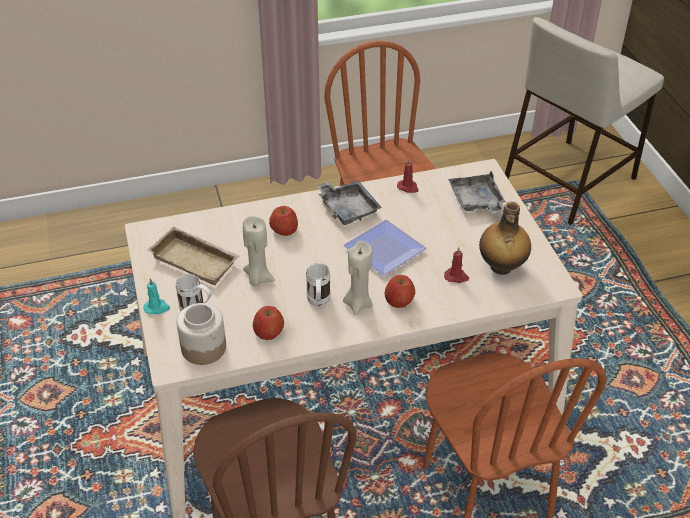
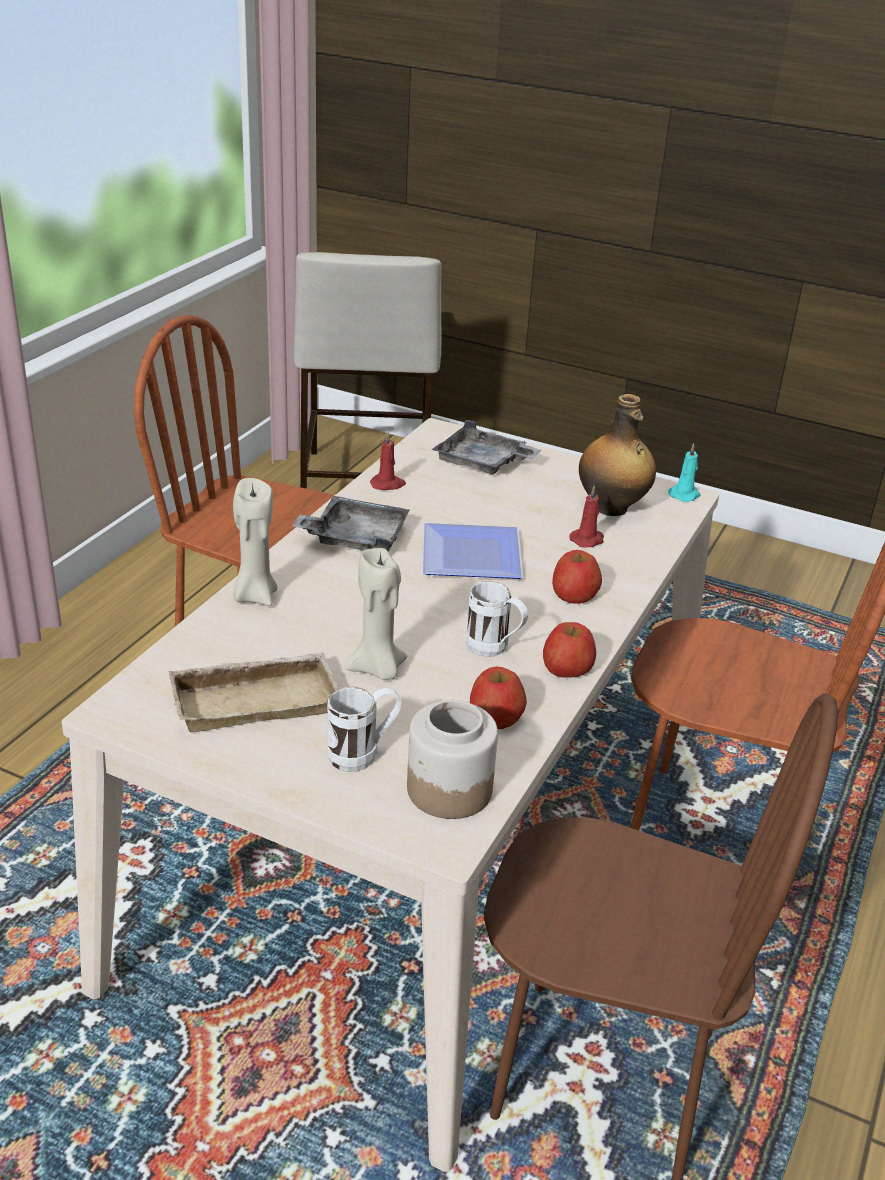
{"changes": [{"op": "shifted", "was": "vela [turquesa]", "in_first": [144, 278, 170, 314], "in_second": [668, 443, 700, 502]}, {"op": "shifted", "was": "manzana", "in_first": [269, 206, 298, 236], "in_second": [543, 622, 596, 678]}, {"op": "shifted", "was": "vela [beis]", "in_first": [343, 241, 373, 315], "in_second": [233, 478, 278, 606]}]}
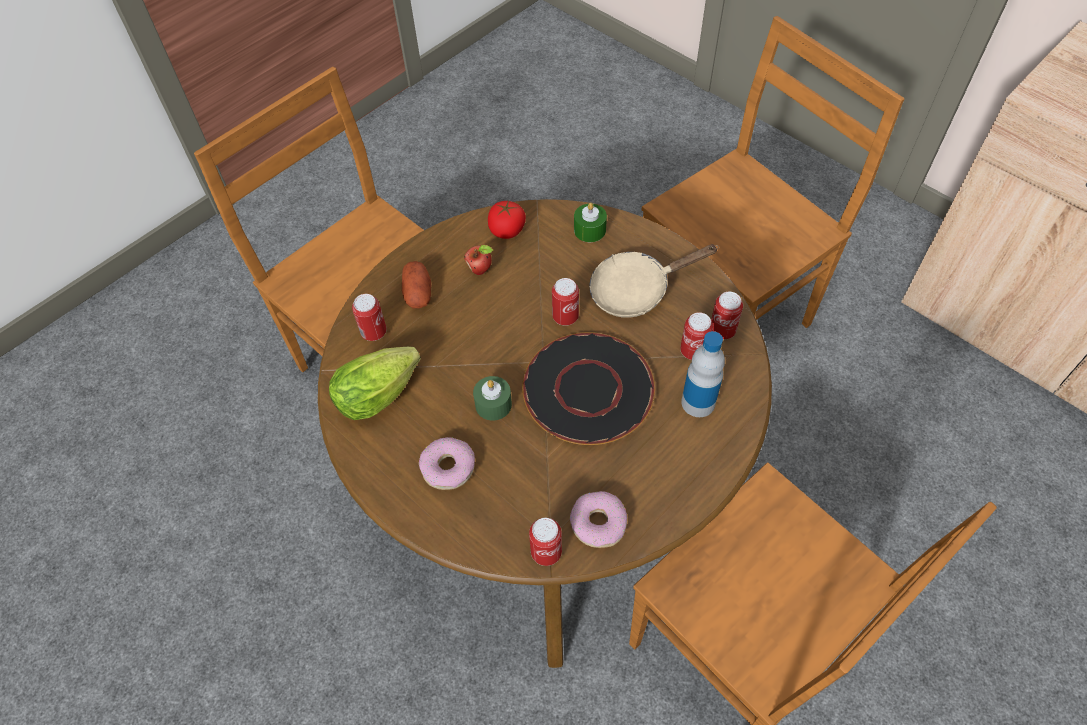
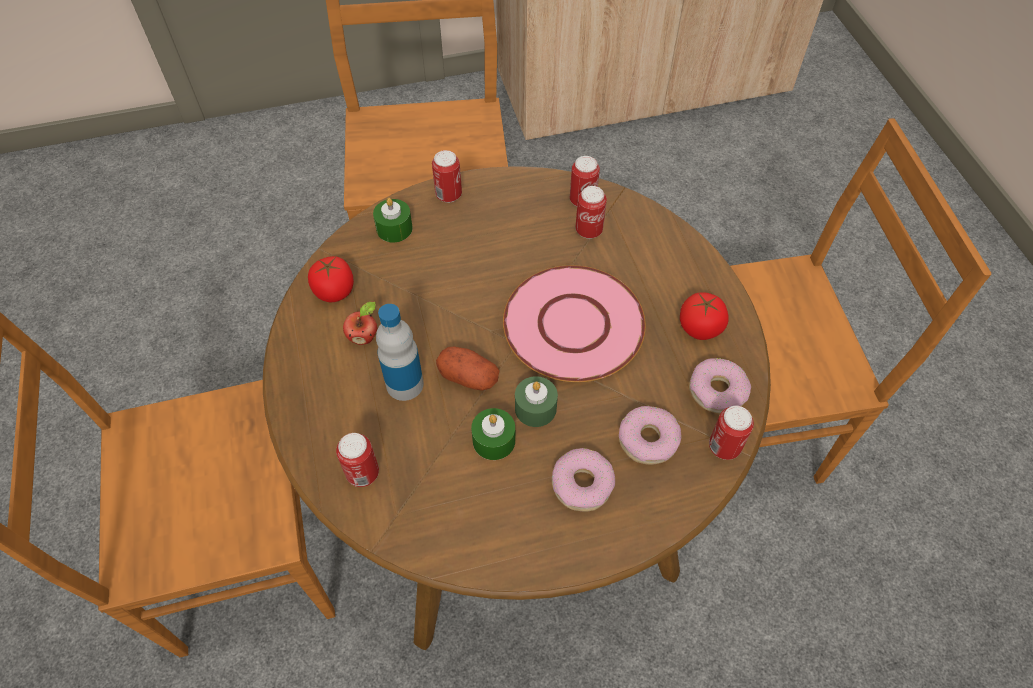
{"changes": [{"op": "gone", "was": "lechuga", "in_first": [329, 347, 421, 420]}, {"op": "shifted", "was": "patata", "in_first": [402, 261, 431, 308], "in_second": [436, 346, 499, 391]}, {"op": "repainted", "was": "plato [negro]", "now": "plato [rosa]", "in_first": [522, 332, 655, 445], "in_second": [503, 265, 646, 382]}, {"op": "shifted", "was": "lata", "in_first": [552, 278, 579, 326], "in_second": [432, 150, 462, 203]}, {"op": "gone", "was": "sartén [beis]", "in_first": [589, 244, 719, 318]}, {"op": "shifted", "was": "botella", "in_first": [681, 331, 725, 417], "in_second": [376, 304, 424, 401]}, {"op": "new", "now": "vela [verde]", "in_second": [471, 408, 515, 460]}, {"op": "new", "now": "rosquilla", "in_second": [619, 406, 682, 465]}, {"op": "new", "now": "tomate", "in_second": [680, 292, 729, 340]}]}
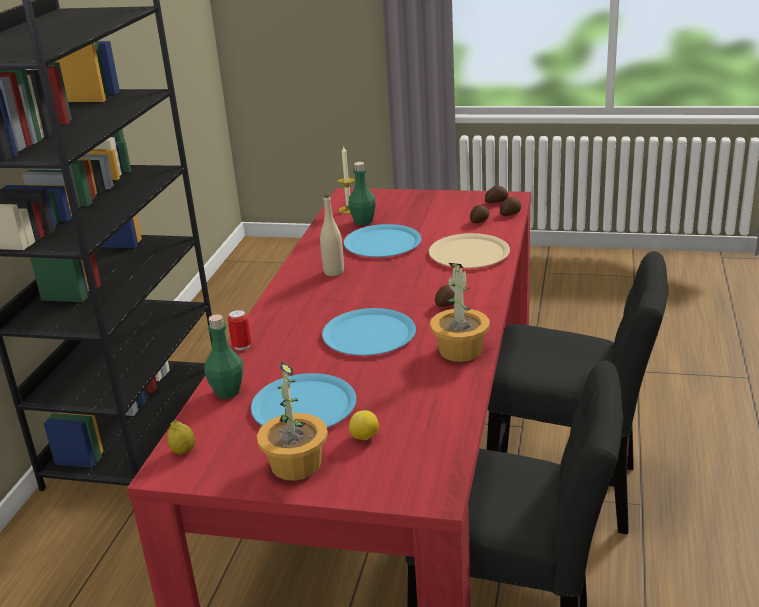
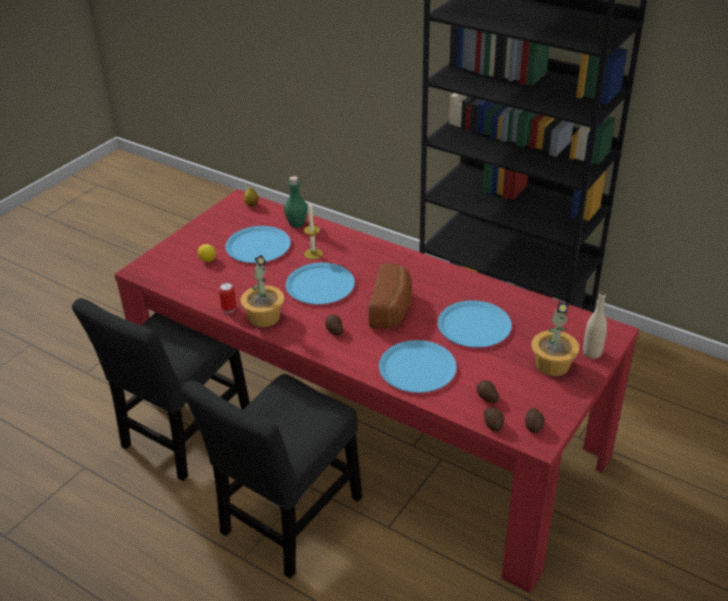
{"changes": [{"op": "shifted", "was": "lata", "in_first": [227, 309, 251, 350], "in_second": [219, 283, 236, 313]}, {"op": "shifted", "was": "planta en maceta", "in_first": [257, 361, 328, 481], "in_second": [532, 302, 579, 376]}, {"op": "shifted", "was": "botella [beis]", "in_first": [320, 194, 344, 276], "in_second": [583, 291, 607, 359]}, {"op": "shifted", "was": "vela", "in_first": [338, 146, 355, 214], "in_second": [304, 202, 323, 260]}, {"op": "gone", "was": "botella [verde]", "in_first": [348, 162, 376, 225]}, {"op": "repainted", "was": "plato [beis]", "now": "plato [azul]", "in_first": [429, 233, 510, 268], "in_second": [379, 340, 457, 393]}, {"op": "new", "now": "pan", "in_second": [368, 263, 412, 329]}]}
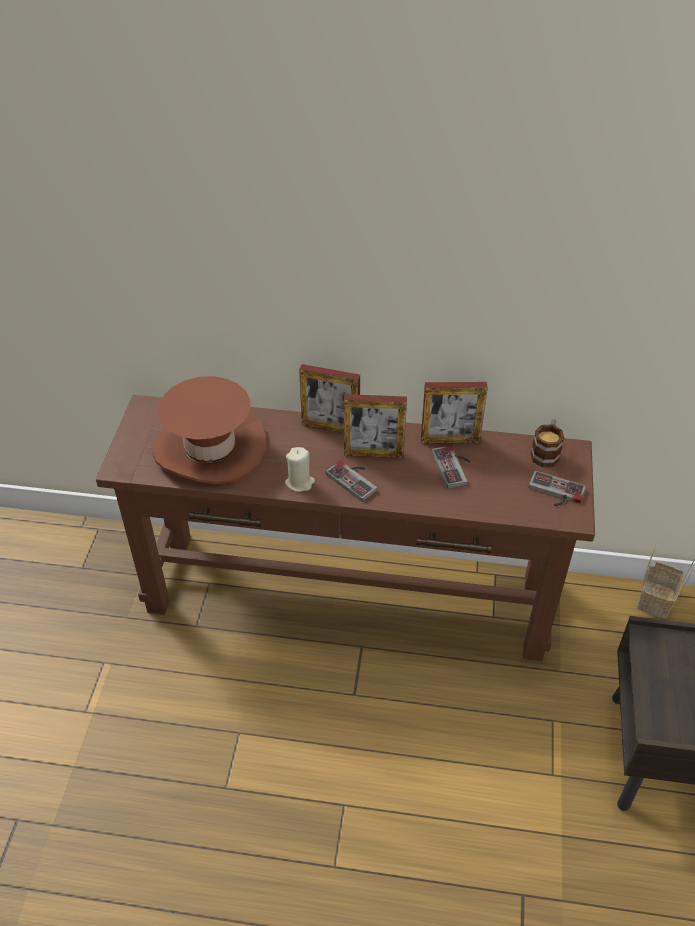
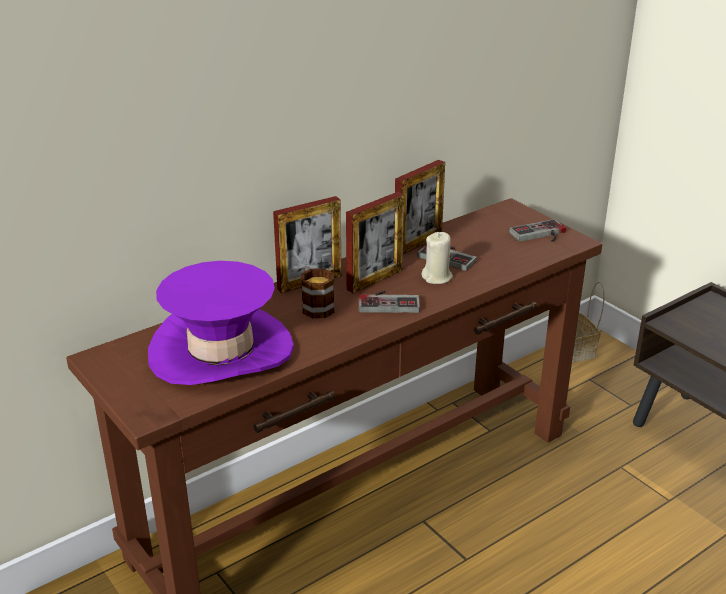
{"changes": [{"op": "repainted", "was": "sombrero [marrón]", "now": "sombrero [morado]", "in_first": [152, 376, 266, 484], "in_second": [148, 261, 294, 385]}, {"op": "shifted", "was": "vela [beis]", "in_first": [285, 447, 315, 492], "in_second": [422, 232, 453, 284]}, {"op": "shifted", "was": "taza grande", "in_first": [531, 419, 564, 467], "in_second": [301, 266, 335, 318]}]}
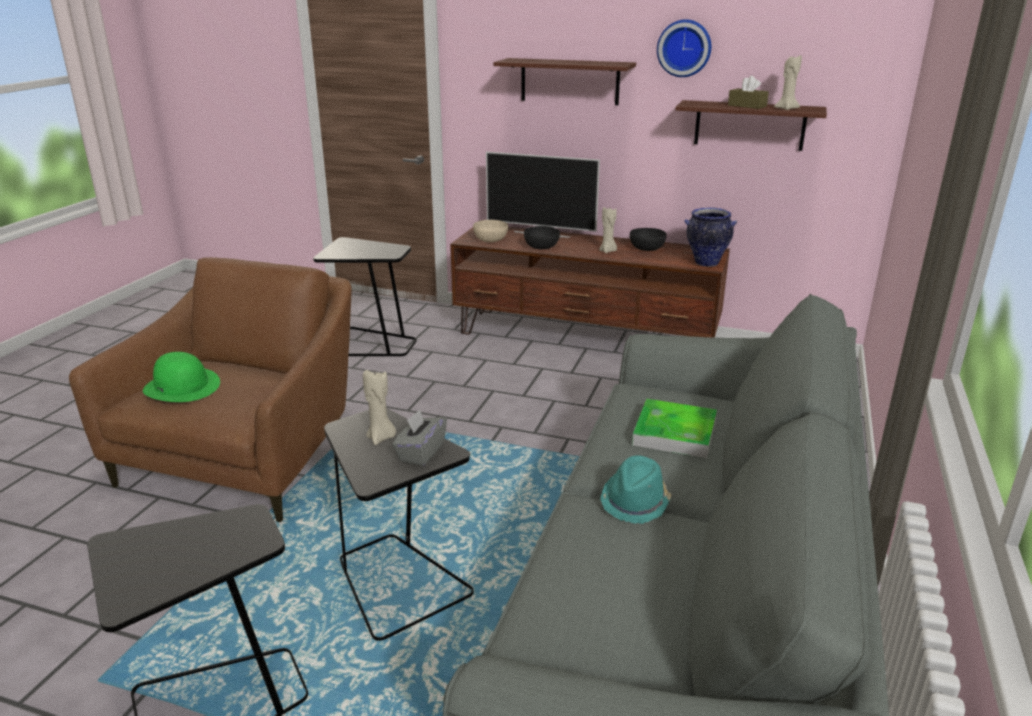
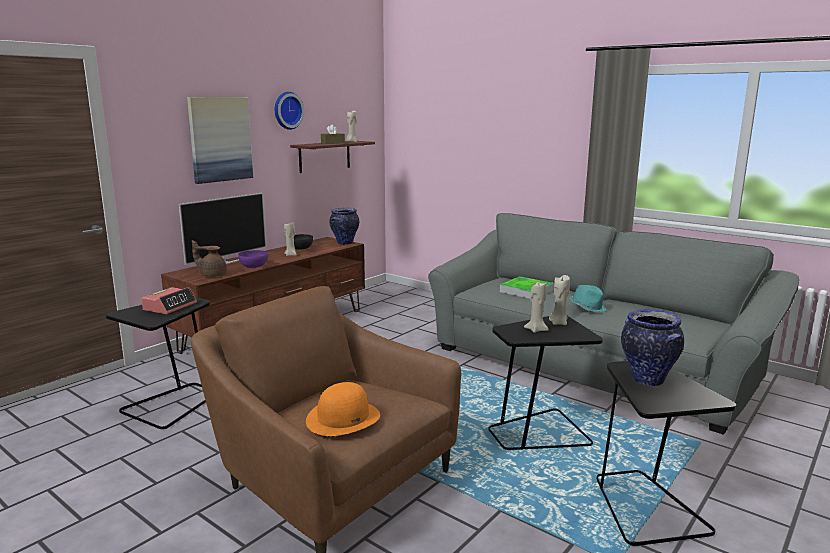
{"changes": [{"op": "repainted", "was": "sombrero [verde]", "now": "sombrero [naranja]", "in_first": [143, 352, 220, 402], "in_second": [306, 382, 380, 436]}, {"op": "swapped", "was": "caja de pañuelos [gris]", "now": "vela [beis]", "in_first": [392, 409, 447, 466], "in_second": [549, 275, 570, 325]}, {"op": "swapped", "was": "cuenco [beis]", "now": "tetera [marrón]", "in_first": [473, 220, 508, 242], "in_second": [192, 240, 227, 277]}, {"op": "swapped", "was": "estante", "now": "cuadro", "in_first": [494, 58, 636, 105], "in_second": [187, 97, 253, 184]}, {"op": "repainted", "was": "cuenco [negro]", "now": "cuenco [morado]", "in_first": [524, 226, 560, 249], "in_second": [238, 250, 268, 268]}, {"op": "new", "now": "despertador", "in_second": [142, 287, 197, 314]}, {"op": "new", "now": "florero", "in_second": [621, 309, 684, 386]}]}
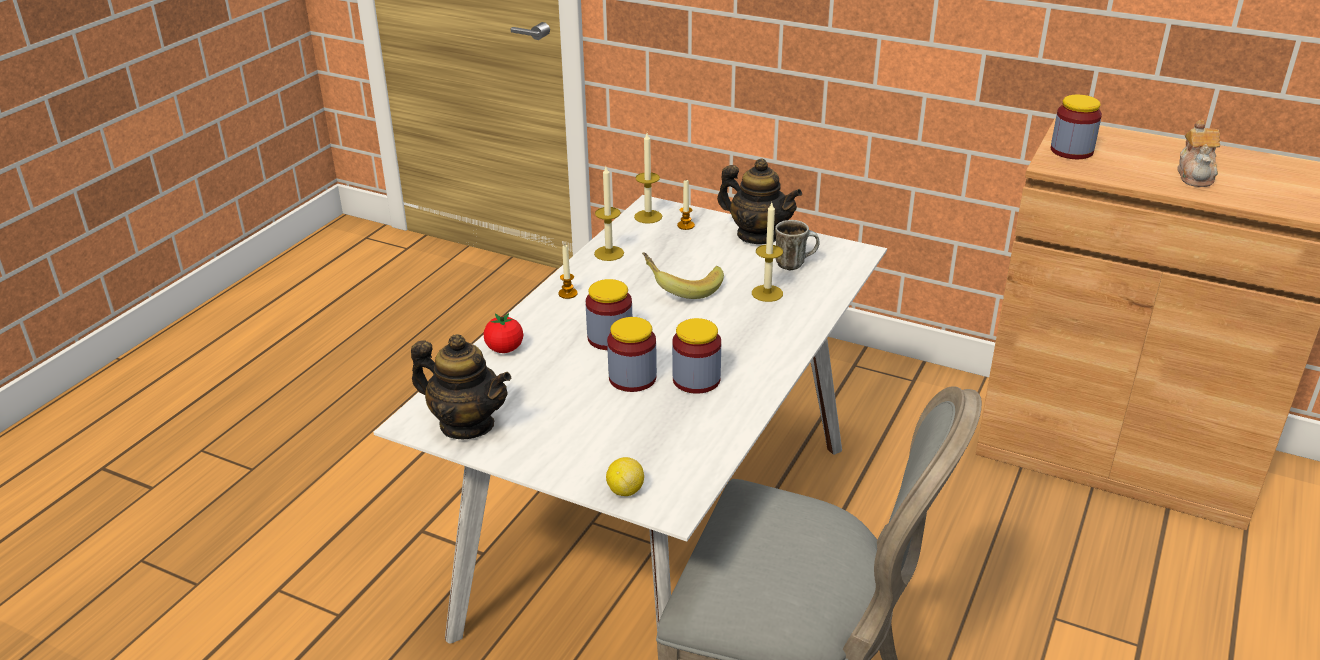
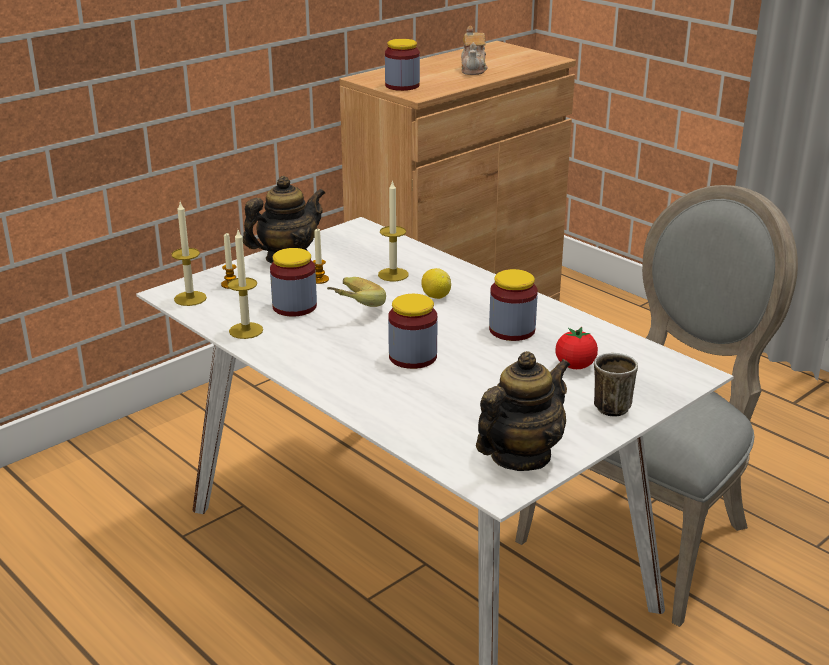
{"changes": [{"op": "shifted", "was": "tomate", "in_first": [484, 313, 523, 353], "in_second": [555, 327, 598, 369]}, {"op": "shifted", "was": "vela", "in_first": [558, 245, 578, 299], "in_second": [313, 229, 329, 284]}, {"op": "shifted", "was": "limón", "in_first": [606, 457, 644, 496], "in_second": [421, 268, 451, 299]}, {"op": "shifted", "was": "tarro", "in_first": [607, 317, 657, 392], "in_second": [270, 248, 317, 317]}, {"op": "shifted", "was": "taza grande", "in_first": [775, 220, 819, 270], "in_second": [594, 353, 638, 417]}, {"op": "rotated", "was": "tetera", "in_first": [1177, 120, 1220, 187], "in_second": [461, 26, 488, 75], "clockwise": 60}]}
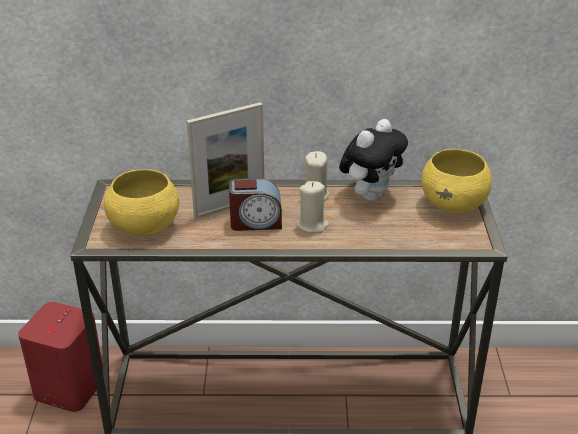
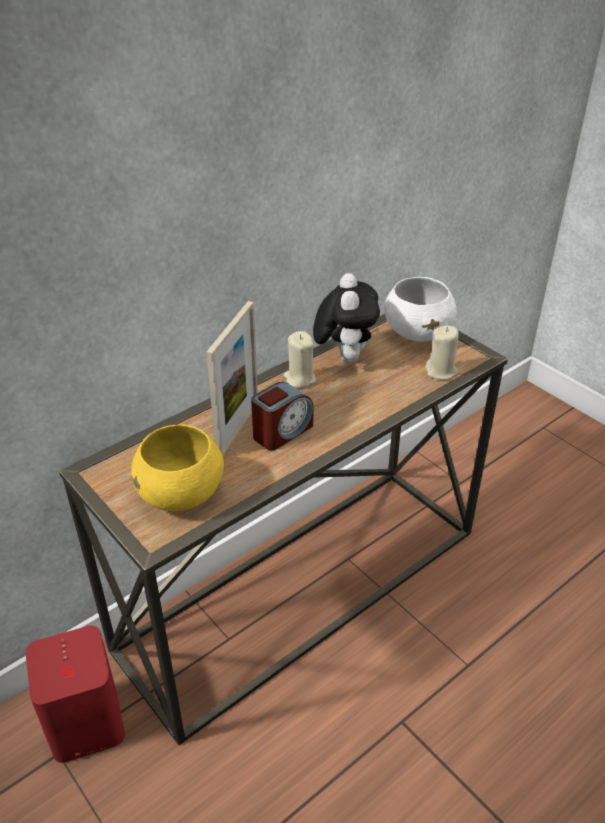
{"changes": [{"op": "shifted", "was": "vela [beis]", "in_first": [296, 181, 329, 233], "in_second": [425, 326, 459, 380]}, {"op": "repainted", "was": "cuenco [amarillo]", "now": "cuenco [blanco]", "in_first": [421, 149, 492, 213], "in_second": [384, 277, 456, 342]}]}
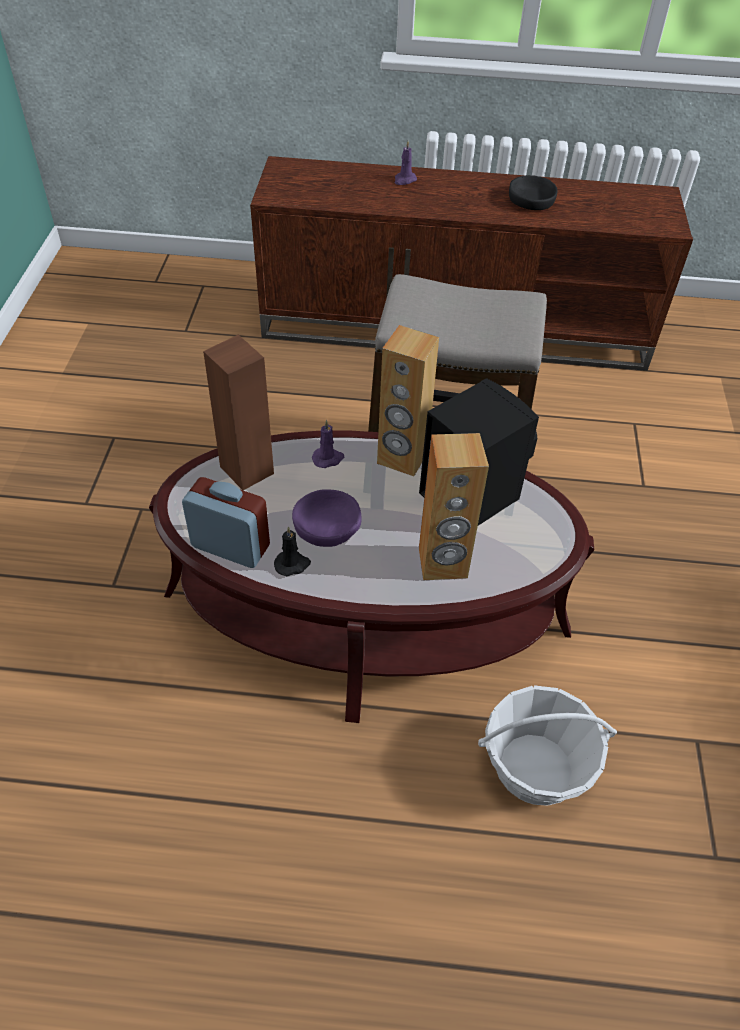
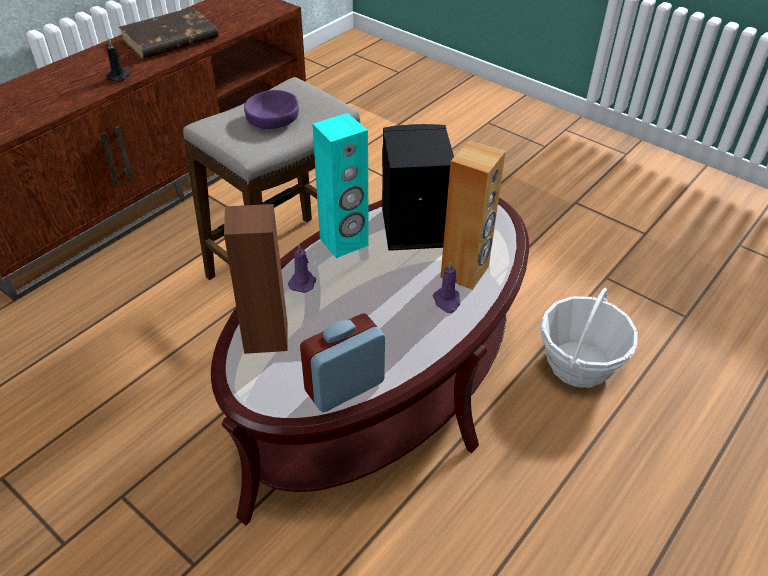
{"changes": [{"op": "shifted", "was": "vela [negro]", "in_first": [274, 526, 311, 576], "in_second": [106, 39, 130, 82]}, {"op": "shifted", "was": "cuenco [morado]", "in_first": [292, 489, 362, 547], "in_second": [244, 90, 299, 129]}, {"op": "repainted", "was": "altavoz [marrón]", "now": "altavoz [turquesa]", "in_first": [377, 325, 439, 477], "in_second": [312, 113, 369, 258]}, {"op": "shifted", "was": "vela [morado]", "in_first": [395, 141, 417, 185], "in_second": [433, 261, 461, 313]}, {"op": "swapped", "was": "cuenco [negro]", "now": "libro [marrón]", "in_first": [509, 175, 557, 210], "in_second": [119, 7, 219, 59]}]}
